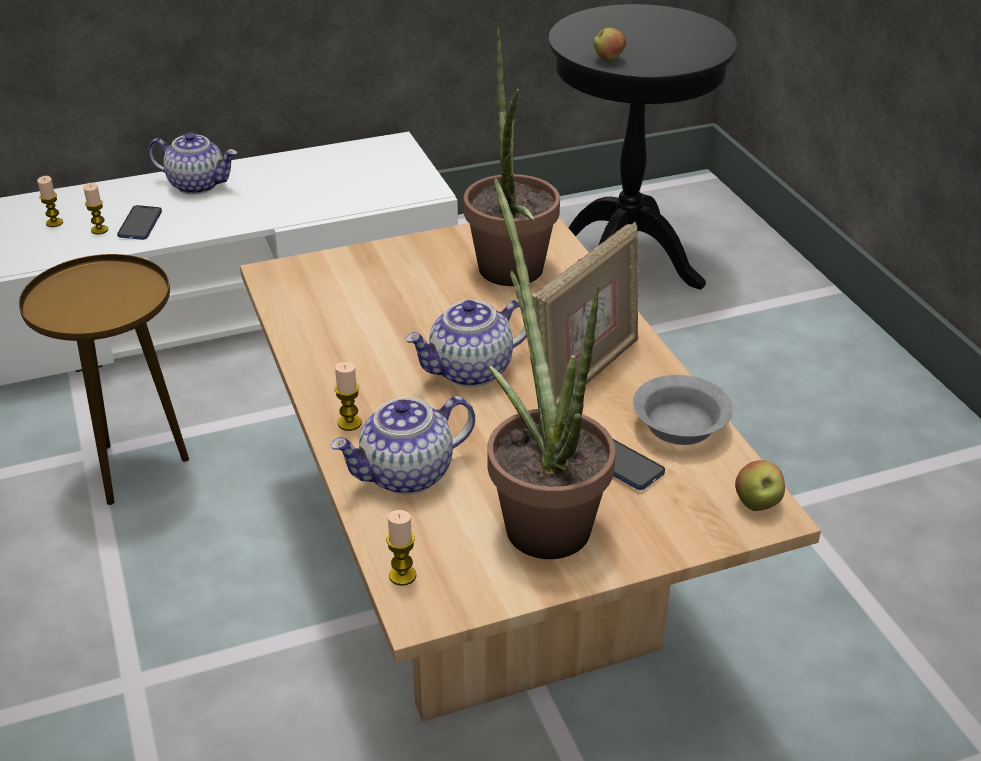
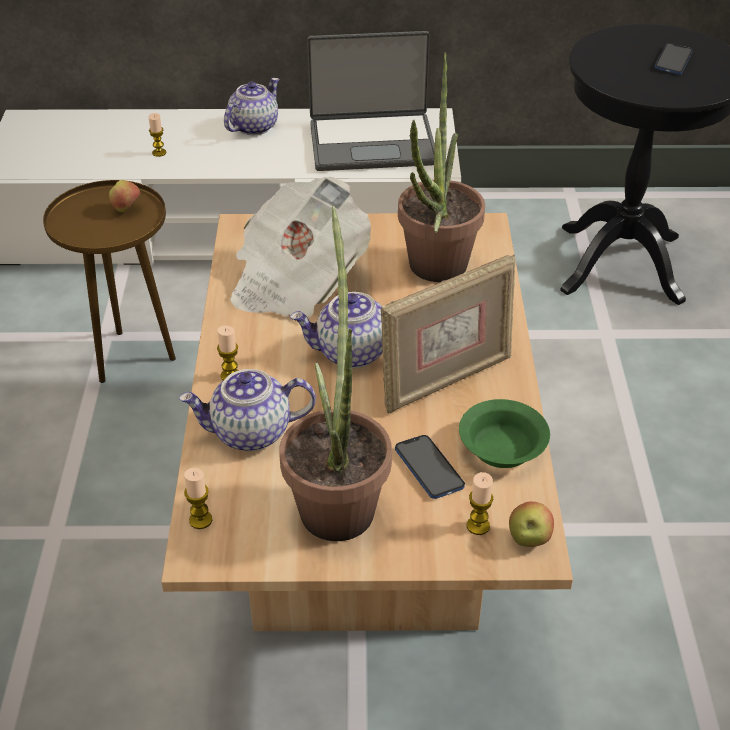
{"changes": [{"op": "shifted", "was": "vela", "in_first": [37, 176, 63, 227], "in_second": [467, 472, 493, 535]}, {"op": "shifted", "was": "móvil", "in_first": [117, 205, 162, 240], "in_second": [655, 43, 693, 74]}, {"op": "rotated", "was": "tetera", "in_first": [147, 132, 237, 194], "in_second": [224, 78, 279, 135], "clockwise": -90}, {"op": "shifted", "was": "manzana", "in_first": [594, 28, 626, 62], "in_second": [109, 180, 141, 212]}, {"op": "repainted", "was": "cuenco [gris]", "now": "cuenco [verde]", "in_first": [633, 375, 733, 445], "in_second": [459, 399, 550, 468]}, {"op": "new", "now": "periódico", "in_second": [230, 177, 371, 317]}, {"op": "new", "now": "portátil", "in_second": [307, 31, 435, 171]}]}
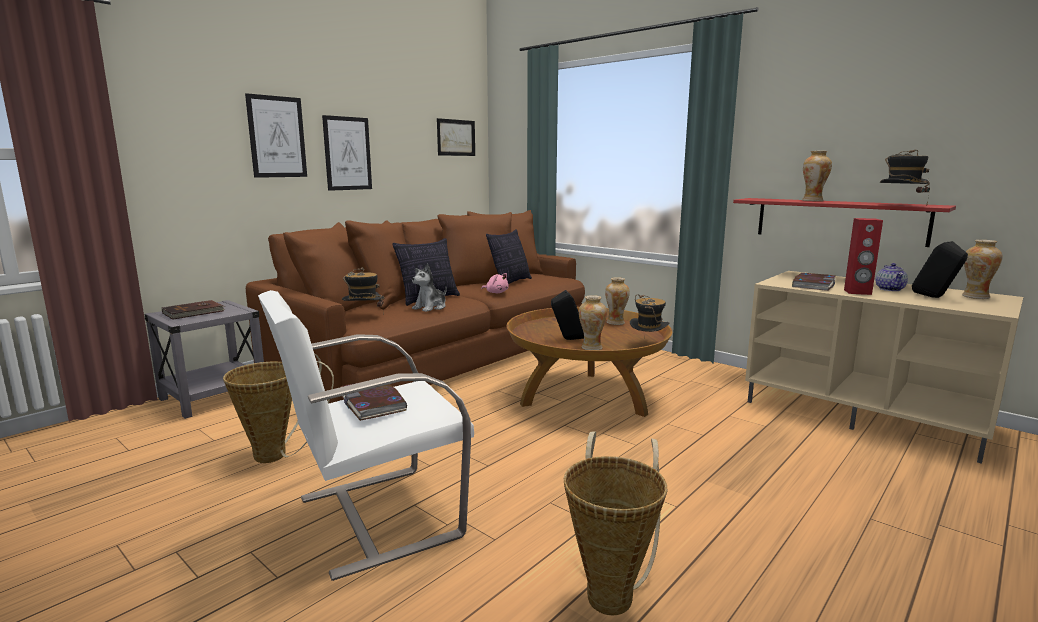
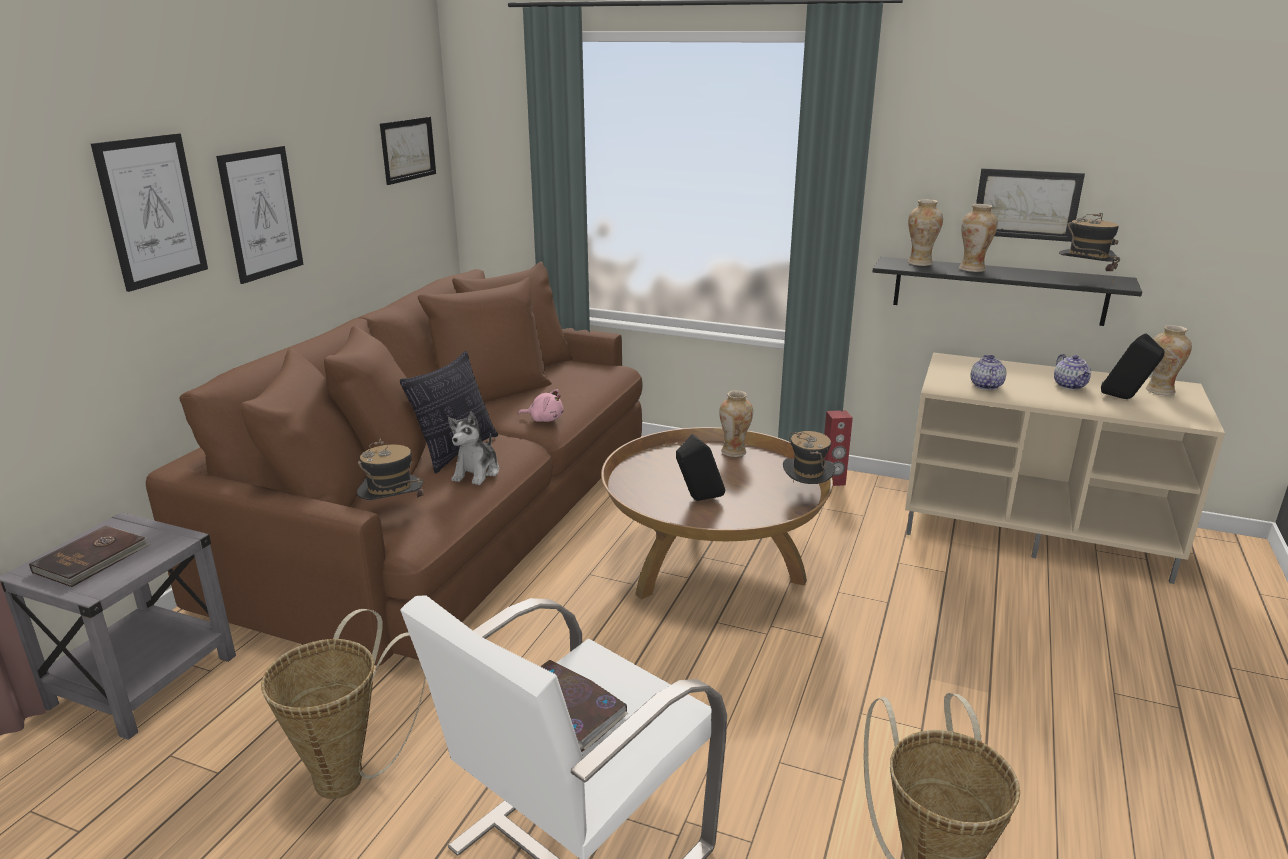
{"changes": [{"op": "gone", "was": "cojín", "in_first": [486, 229, 532, 284]}, {"op": "shifted", "was": "florero", "in_first": [579, 295, 607, 350], "in_second": [907, 199, 943, 266]}, {"op": "repainted", "was": "estante [rojo]", "now": "estante [negro]", "in_first": [733, 198, 956, 247], "in_second": [872, 257, 1142, 326]}, {"op": "swapped", "was": "libro", "now": "tetera", "in_first": [792, 273, 836, 291], "in_second": [971, 355, 1006, 390]}, {"op": "shifted", "was": "altavoz [rojo]", "in_first": [844, 218, 883, 295], "in_second": [824, 410, 853, 486]}, {"op": "new", "now": "cuadro", "in_second": [976, 168, 1085, 242]}]}
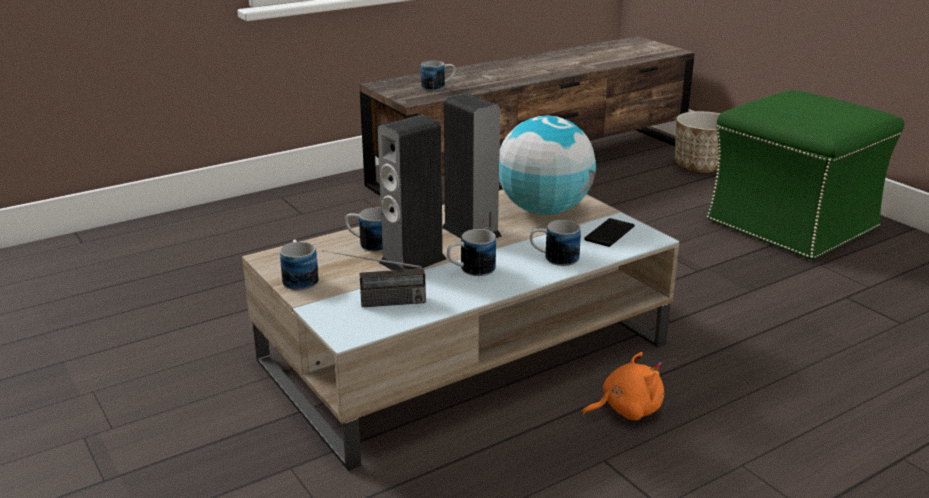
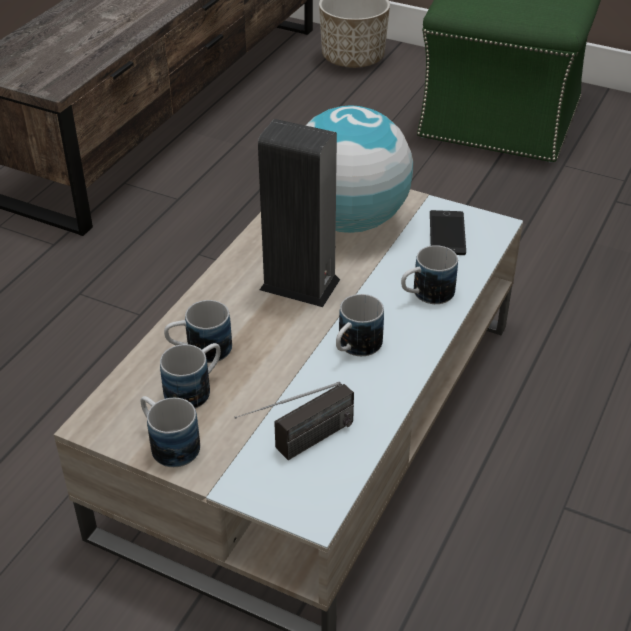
{"changes": [{"op": "gone", "was": "altavoz", "in_first": [378, 114, 447, 270]}, {"op": "shifted", "was": "taza grande", "in_first": [421, 61, 455, 91], "in_second": [160, 343, 221, 409]}, {"op": "gone", "was": "peluche [naranja]", "in_first": [581, 352, 664, 420]}]}
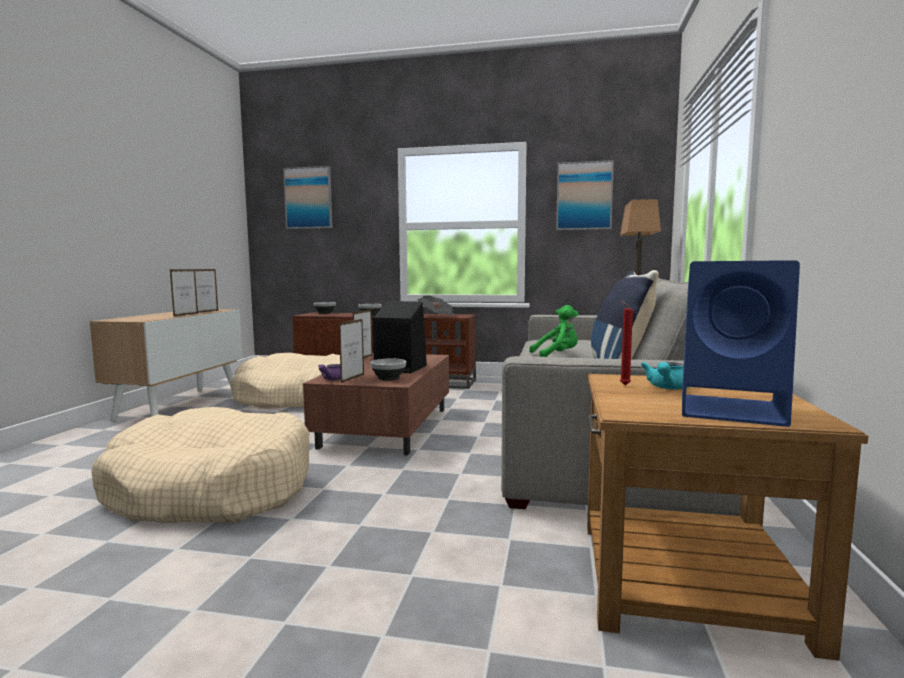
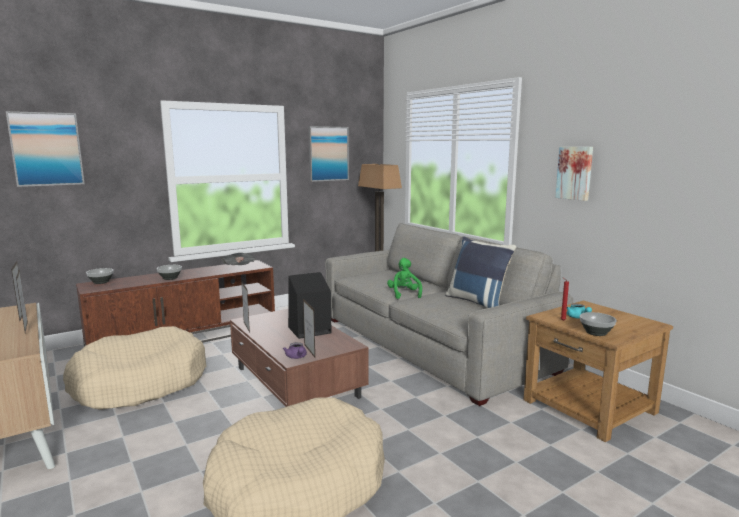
{"changes": [{"op": "shifted", "was": "cuenco", "in_first": [370, 359, 406, 381], "in_second": [580, 312, 617, 336]}, {"op": "rotated", "was": "peluche [verde]", "in_first": [529, 305, 579, 357], "in_second": [387, 258, 422, 299], "clockwise": -45}, {"op": "gone", "was": "altavoz [azul]", "in_first": [682, 260, 800, 427]}, {"op": "new", "now": "cuadro", "in_second": [555, 147, 593, 201]}]}
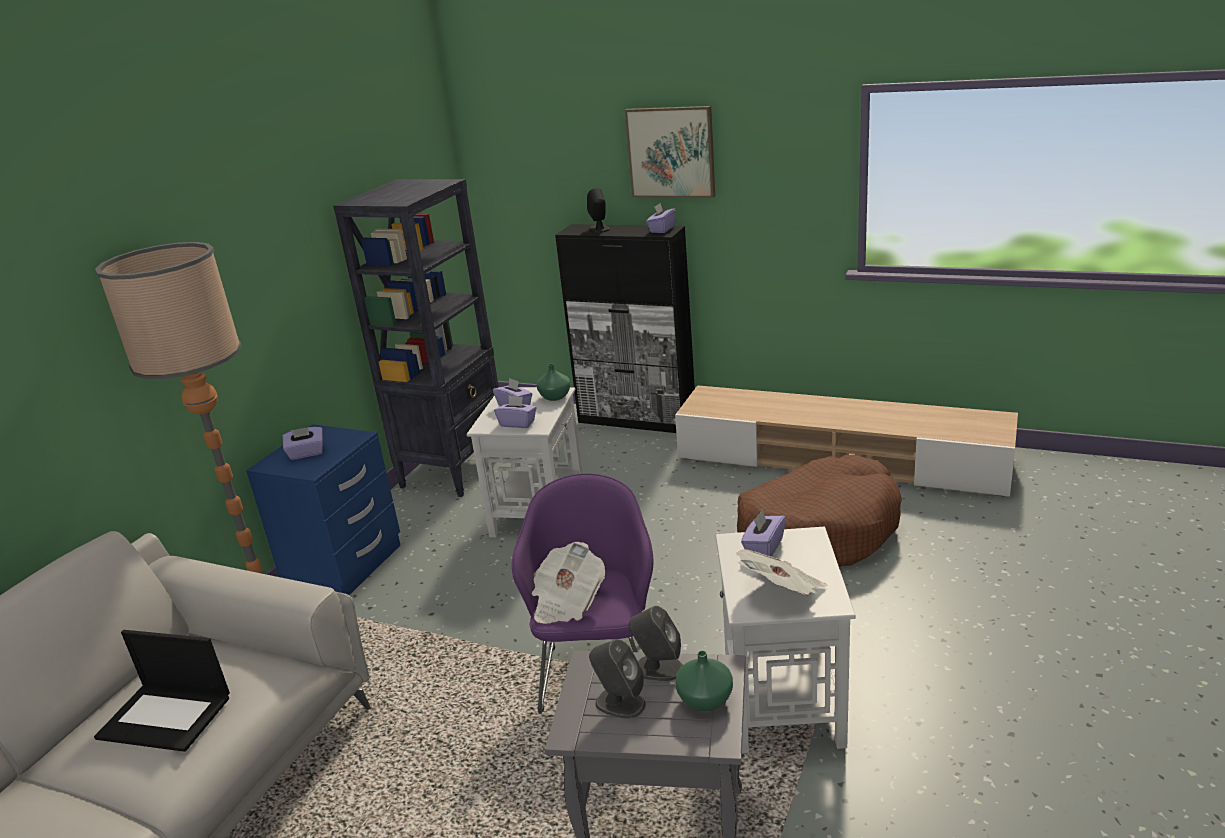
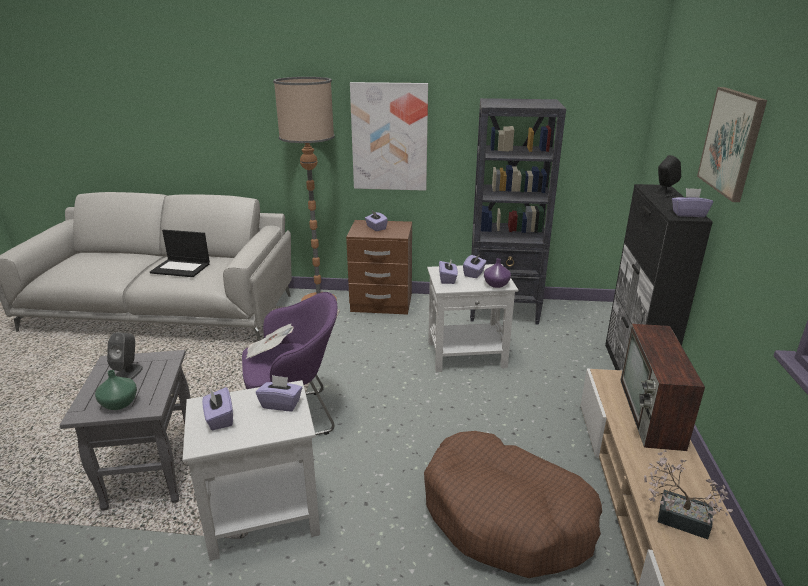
{"changes": [{"op": "rotated", "was": "portátil", "in_first": [94, 630, 230, 752], "in_second": [150, 230, 210, 277], "clockwise": -75}, {"op": "repainted", "was": "mesita de noche [azul]", "now": "mesita de noche [marrón]", "in_first": [246, 424, 400, 595], "in_second": [346, 220, 412, 315]}, {"op": "repainted", "was": "florero [verde]", "now": "florero [morado]", "in_first": [537, 364, 571, 401], "in_second": [484, 258, 511, 288]}, {"op": "gone", "was": "altavoz [gris]", "in_first": [629, 606, 683, 681]}, {"op": "swapped", "was": "periódico", "now": "caja de pañuelos [morado]", "in_first": [736, 549, 827, 595], "in_second": [202, 387, 233, 430]}, {"op": "new", "now": "cuadro", "in_second": [350, 82, 428, 191]}, {"op": "new", "now": "televisor", "in_second": [620, 324, 705, 451]}, {"op": "new", "now": "planta en maceta", "in_second": [644, 450, 733, 539]}]}
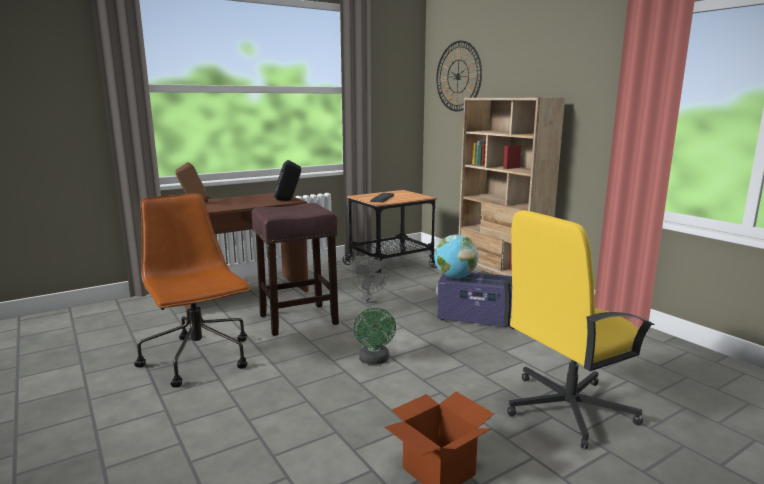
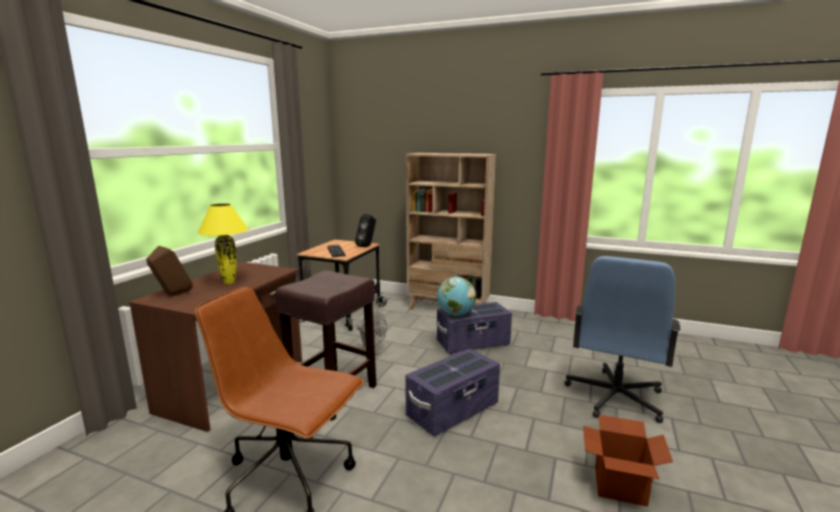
{"changes": [{"op": "shifted", "was": "altavoz [negro]", "in_first": [274, 160, 301, 201], "in_second": [355, 214, 376, 247]}, {"op": "swapped", "was": "ventilador [verde]", "now": "caja de almacenaje [morado]", "in_first": [354, 308, 396, 365], "in_second": [405, 349, 500, 436]}, {"op": "gone", "was": "reloj de pared", "in_first": [436, 41, 482, 111]}, {"op": "repainted", "was": "silla de oficina [amarillo]", "now": "silla de oficina [azul]", "in_first": [503, 210, 655, 449], "in_second": [564, 256, 680, 423]}, {"op": "new", "now": "lámpara de mesa [amarillo]", "in_second": [197, 203, 248, 285]}]}
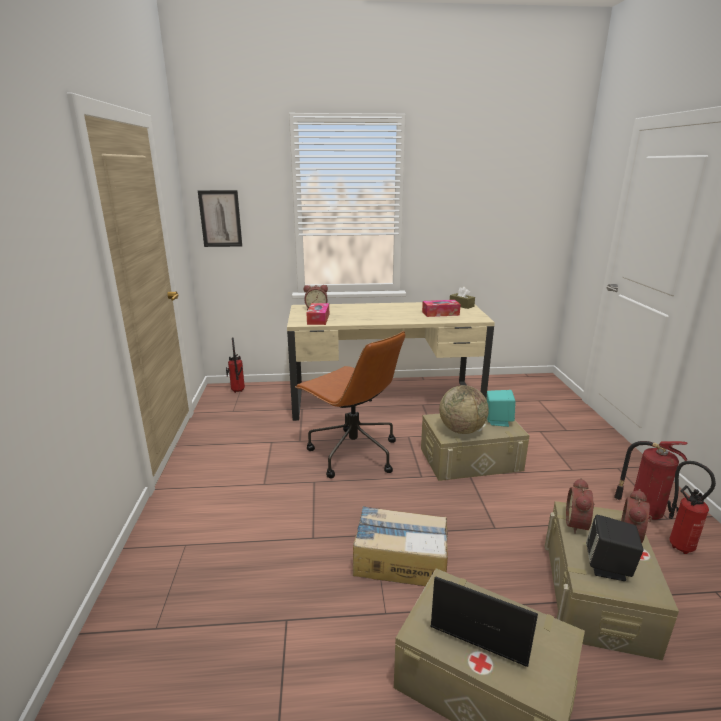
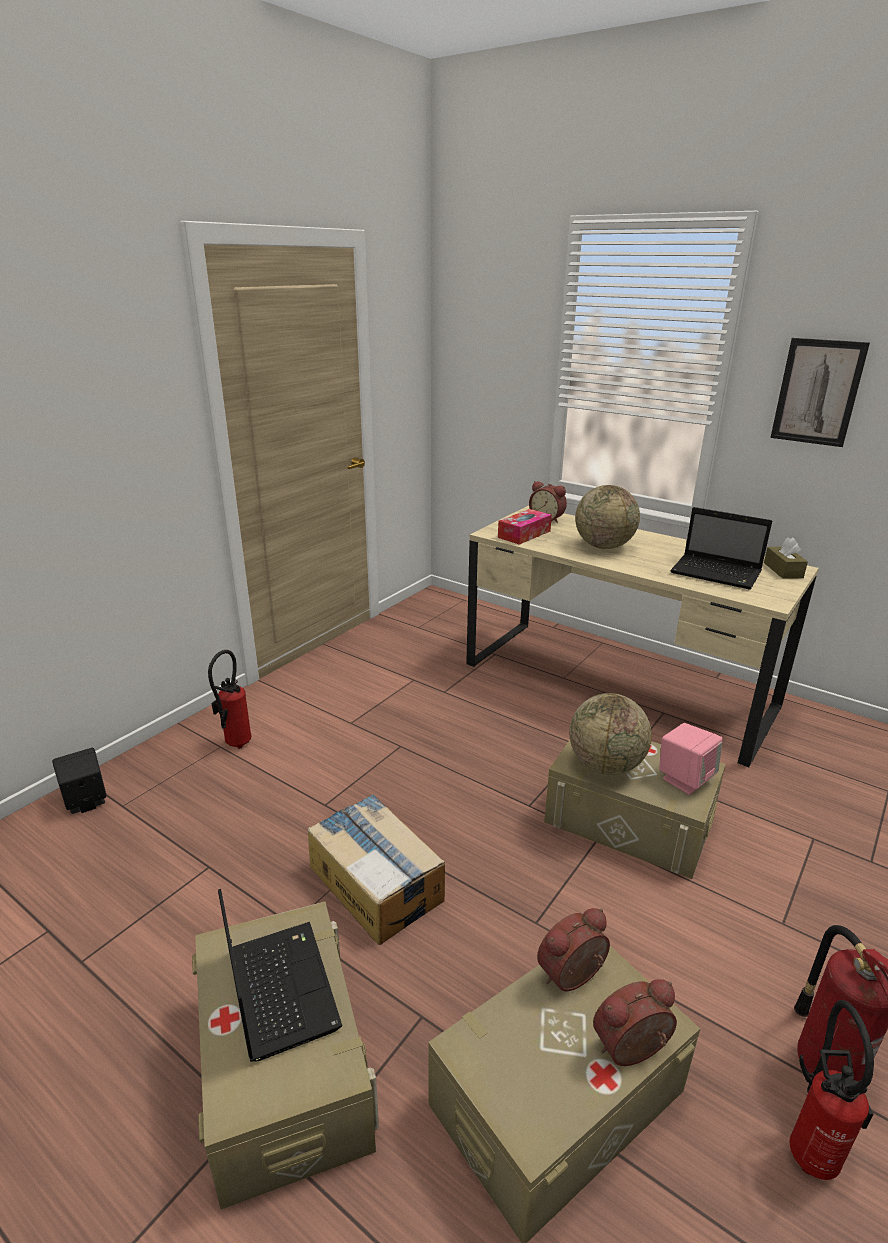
{"changes": [{"op": "shifted", "was": "cuadro", "in_first": [198, 190, 242, 247], "in_second": [770, 338, 870, 447]}, {"op": "shifted", "was": "extintor", "in_first": [226, 337, 245, 393], "in_second": [208, 650, 251, 749]}, {"op": "gone", "was": "silla de oficina [marrón]", "in_first": [295, 331, 405, 478]}, {"op": "swapped", "was": "caja de pañuelos", "now": "portátil", "in_first": [422, 300, 461, 317], "in_second": [671, 507, 772, 590]}, {"op": "repainted", "was": "altavoz [turquesa]", "now": "altavoz [rosa]", "in_first": [487, 390, 516, 427], "in_second": [659, 723, 723, 795]}, {"op": "shifted", "was": "altavoz [negro]", "in_first": [586, 515, 644, 581], "in_second": [52, 748, 107, 814]}, {"op": "new", "now": "globo terráqueo", "in_second": [575, 485, 640, 549]}]}
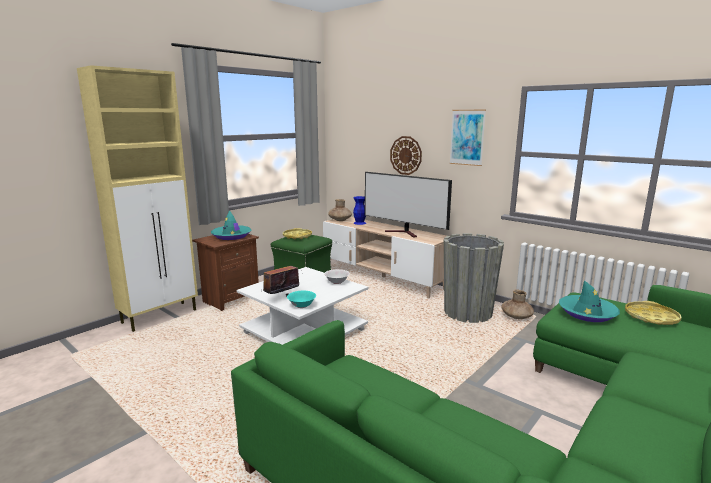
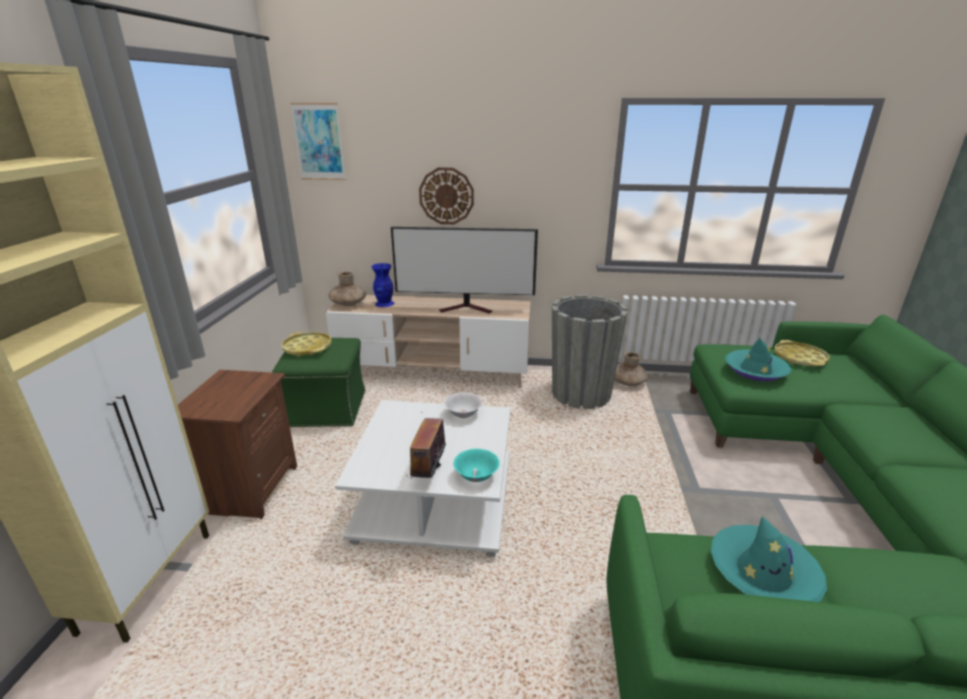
{"changes": [{"op": "shifted", "was": "sombrero [turquesa]", "in_first": [211, 210, 251, 240], "in_second": [711, 516, 827, 602]}, {"op": "shifted", "was": "cuadro", "in_first": [449, 110, 486, 166], "in_second": [290, 103, 346, 180]}]}
